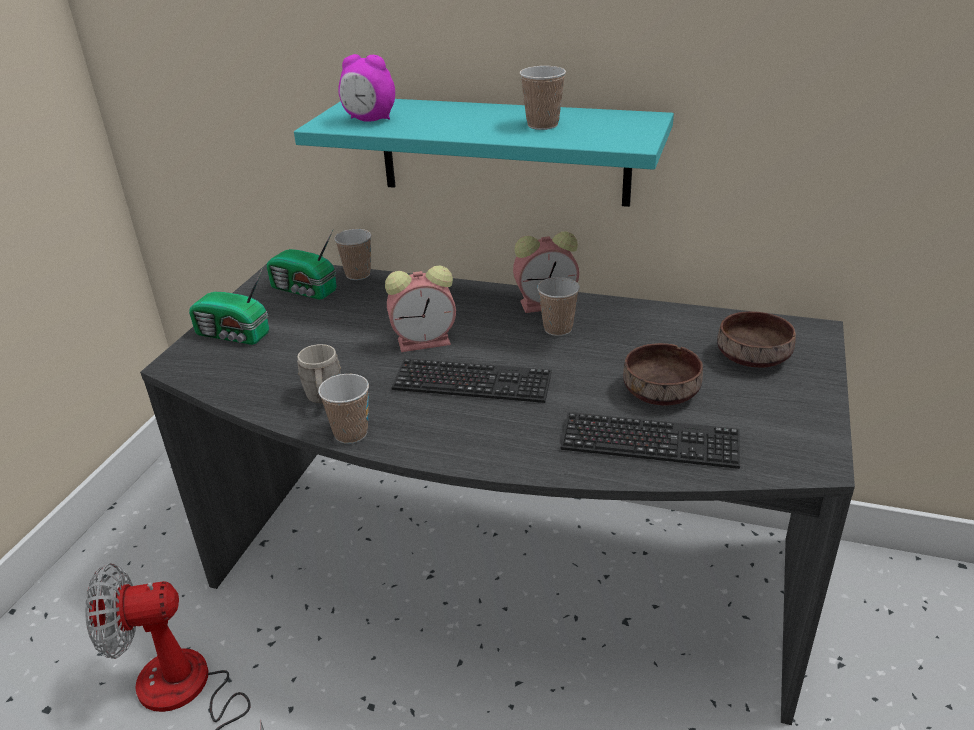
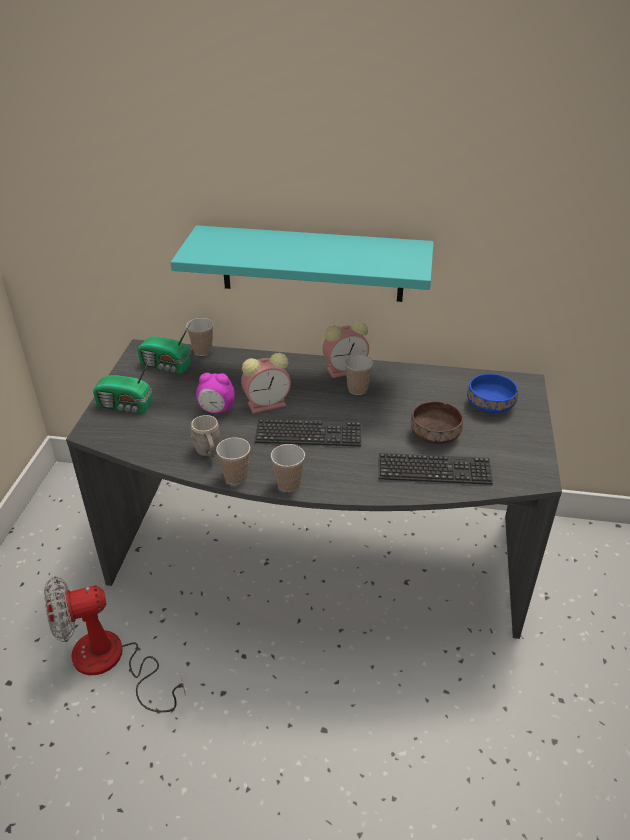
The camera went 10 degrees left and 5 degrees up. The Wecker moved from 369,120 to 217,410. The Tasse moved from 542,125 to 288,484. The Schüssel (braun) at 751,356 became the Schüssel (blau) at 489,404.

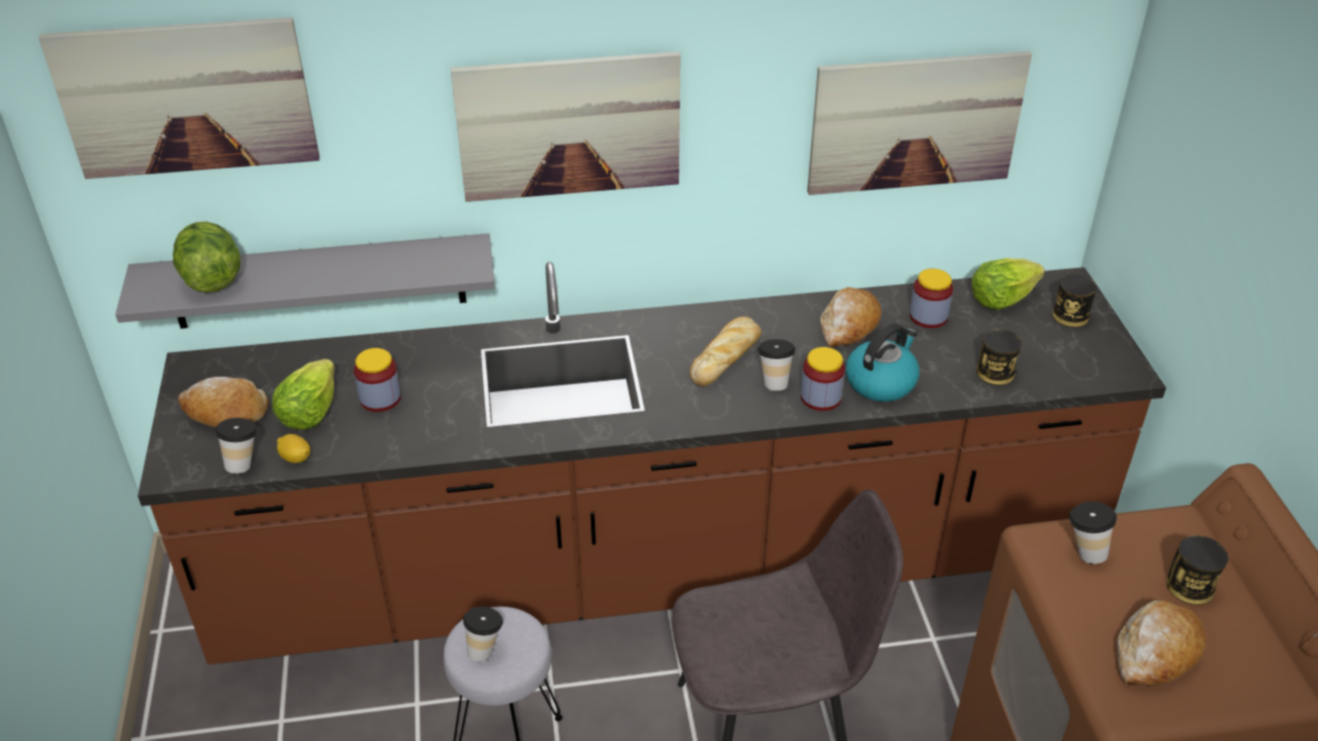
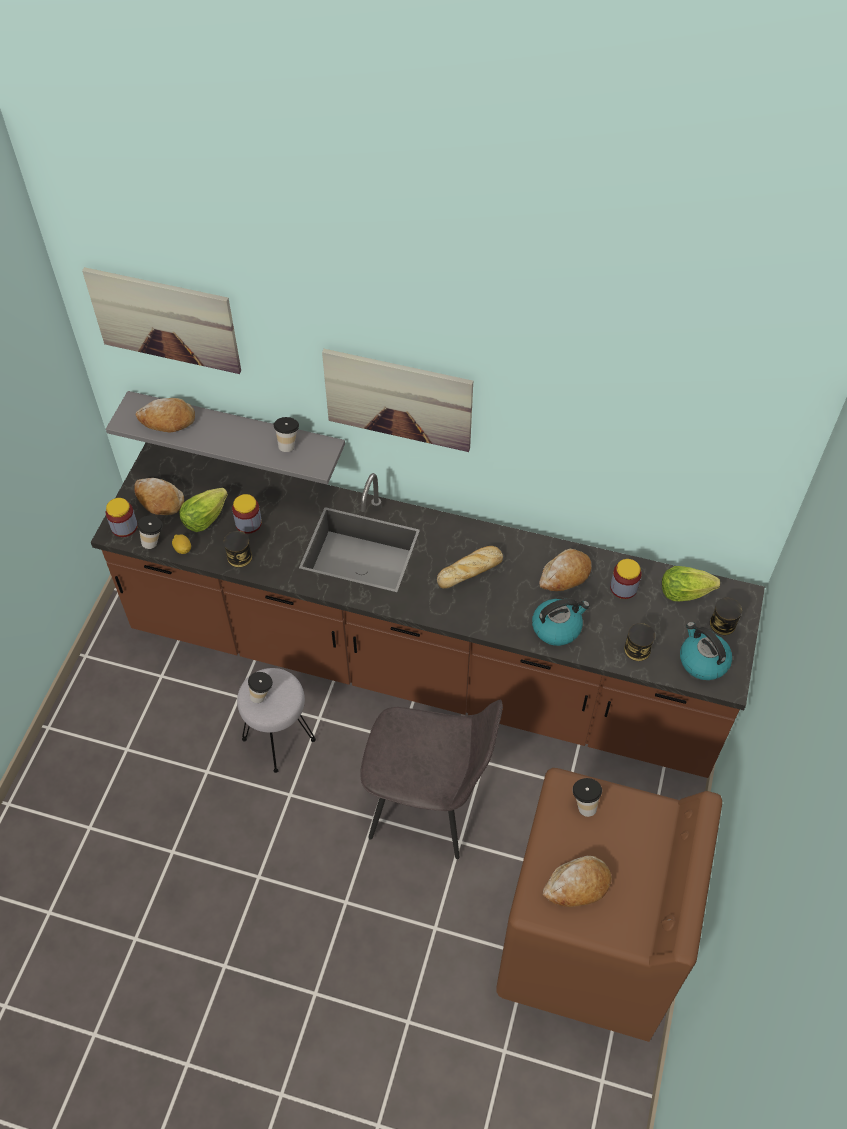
The camera went 25 degrees right and 15 degrees up. The Bild at 915,122 disappeared. The Wasserkessel at 702,661 appeared. The Tasse moved from 774,382 to 288,444. The Vorratsglas moved from 820,397 to 124,526. The Dose moved from 1189,586 to 239,557. The Salatkopf at 212,279 was replaced by the Brot at 167,420.

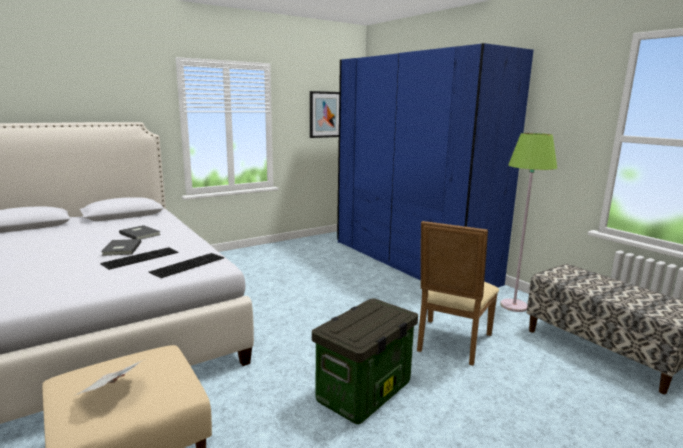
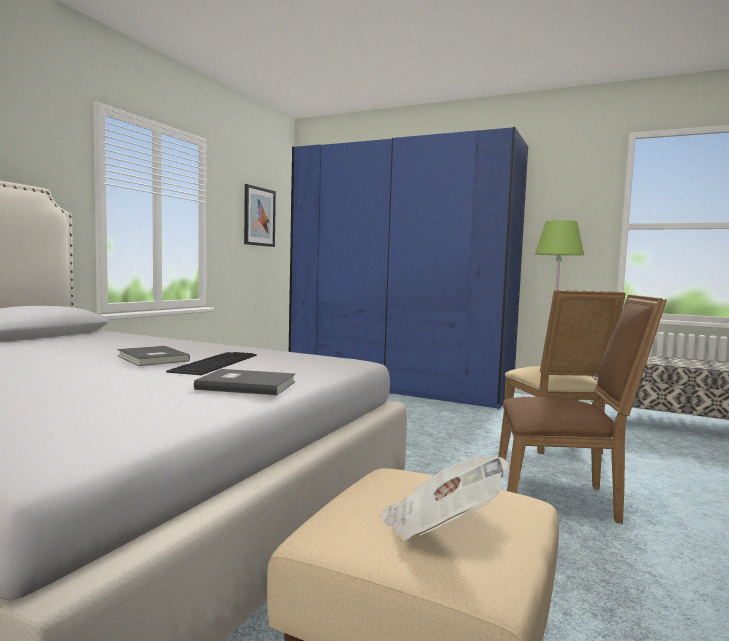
The camera went 30 degrees left and 10 degrees down. The Tastatur at 188,264 disappeared. The Buch (grau) moved from 140,234 to 246,385. The Aufbewahrungsbox at 364,393 was replaced by the Stuhl (braun) at 562,499.

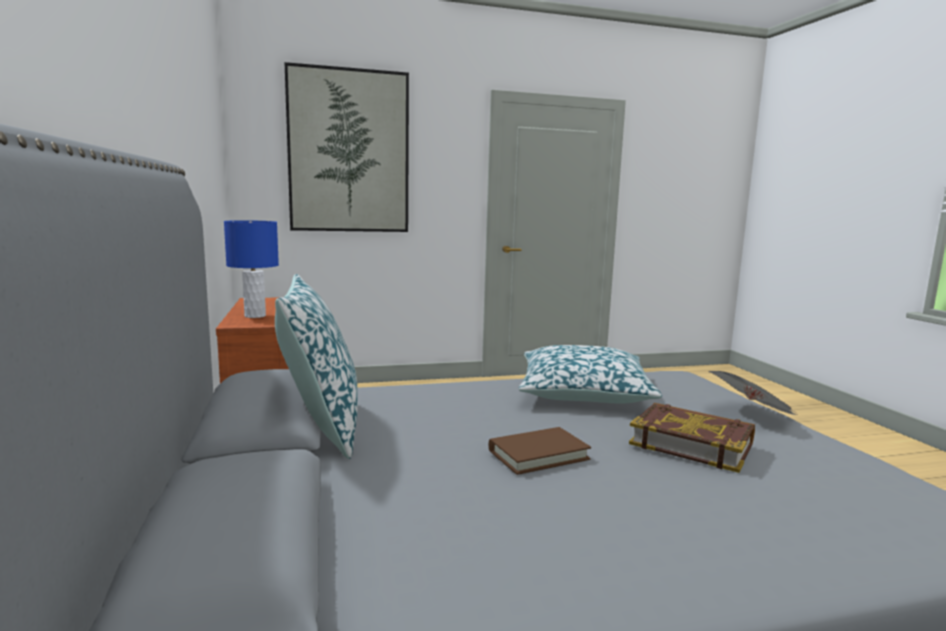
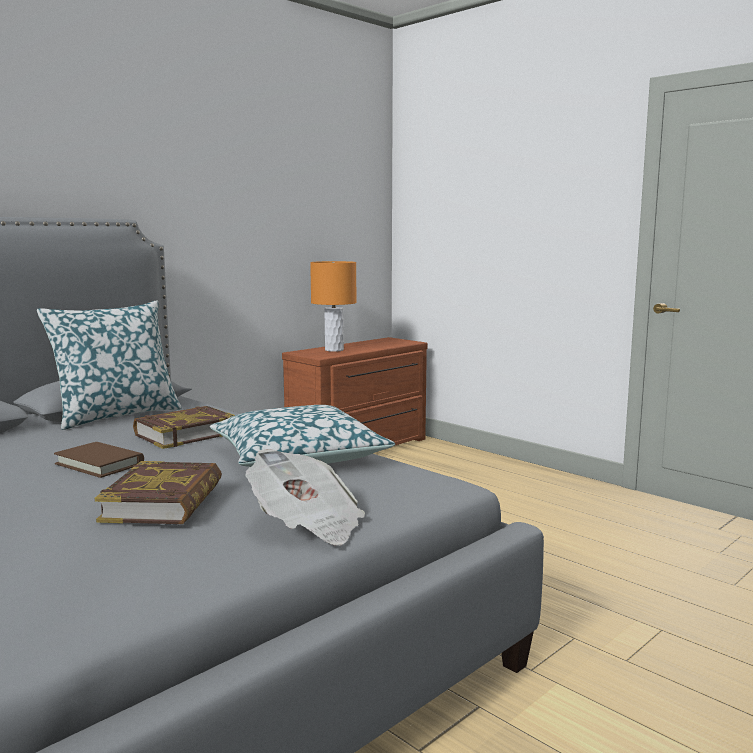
The camera went 60 degrees right and 0 degrees up. The Bild at 349,151 disappeared. The Buch at 185,434 appeared. The Tischlampe (blau) at 254,316 became the Tischlampe (orange) at 334,350.

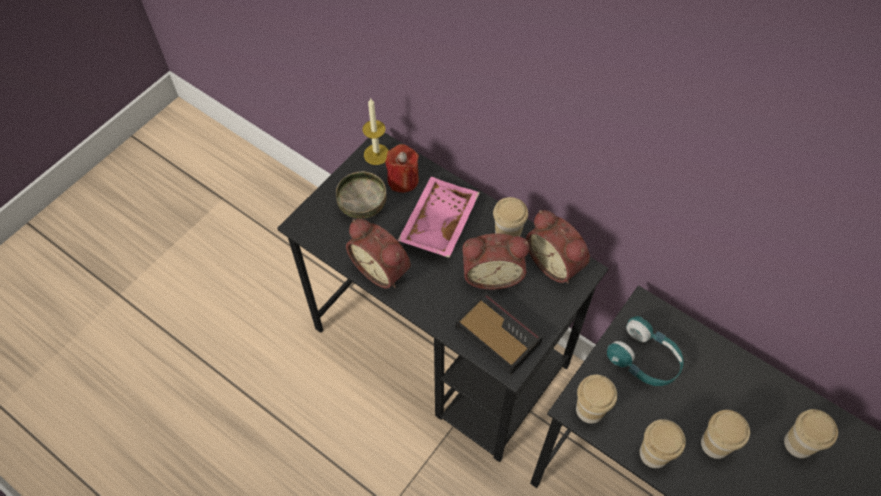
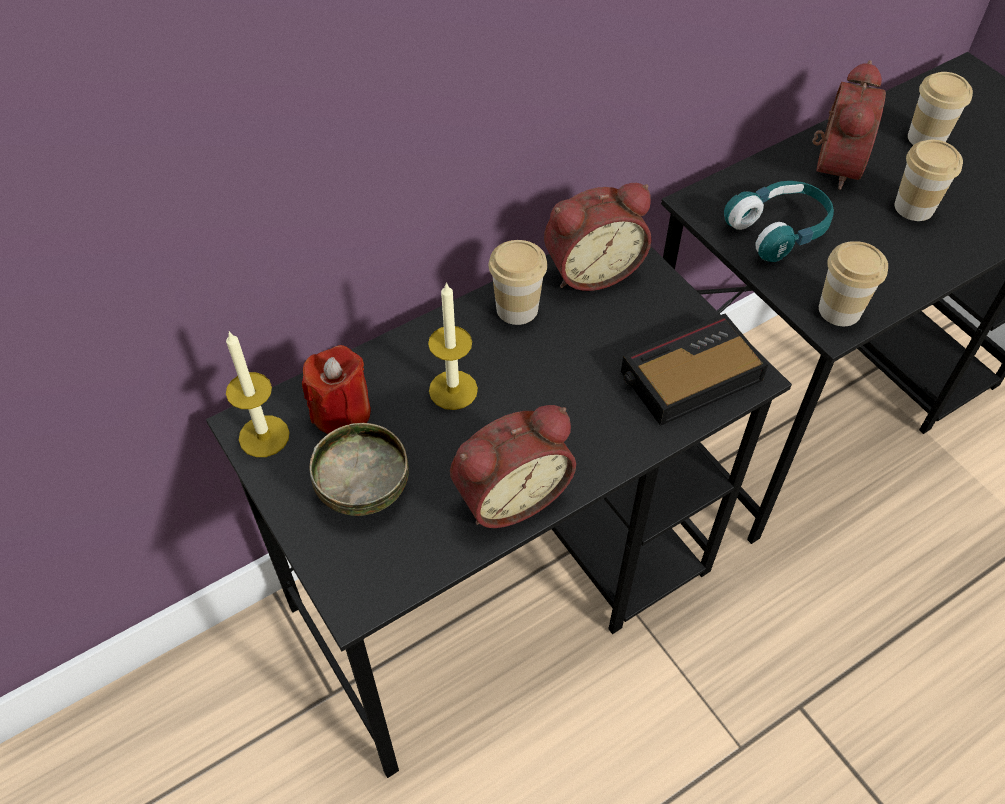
The camera went 70 degrees left and 5 degrees down. The Tasse at 654,453 disappeared. The Wecker moved from 492,273 to 832,164. The Tablett (rosa) at 437,222 was replaced by the Kerze at 453,390.

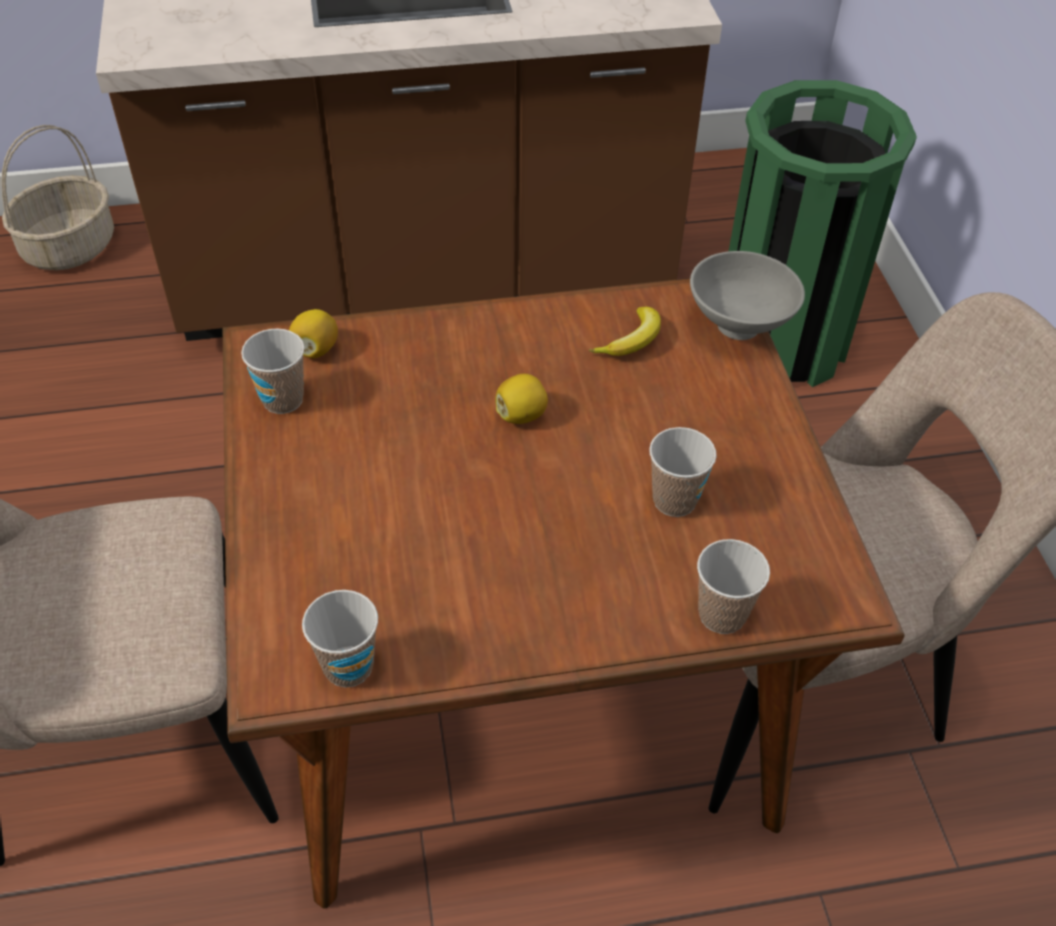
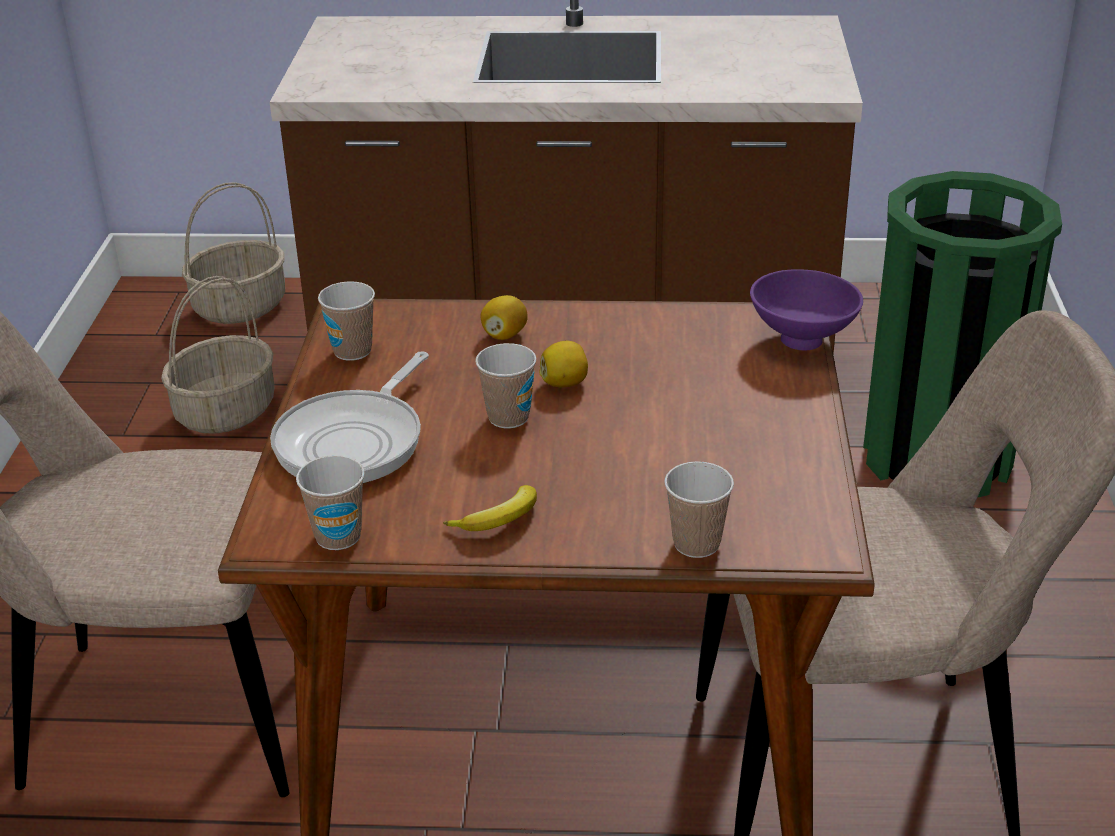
The camera went 15 degrees right and 15 degrees down. The Korb at 226,411 appeared. The Pfanne at 355,441 appeared. The Zitrone moved from 316,349 to 504,335. The Banane moved from 632,340 to 499,520. The Tasse moved from 674,500 to 508,417. The Schüssel (grau) at 737,324 became the Schüssel (lila) at 801,338.

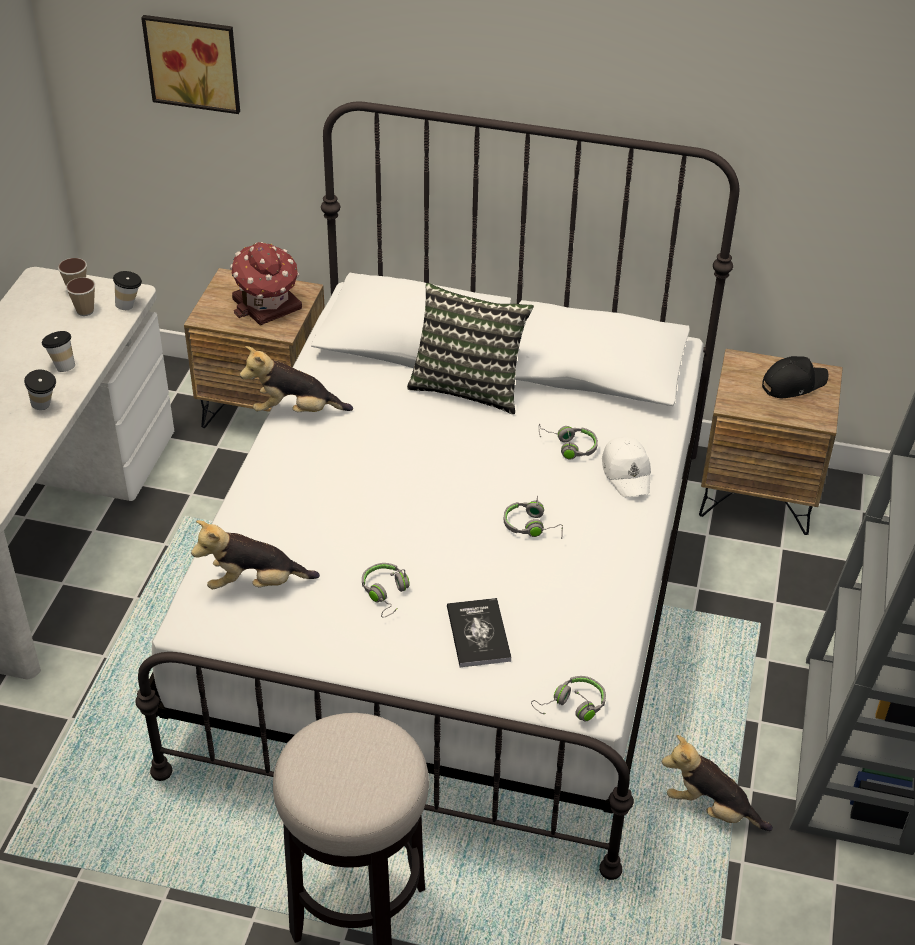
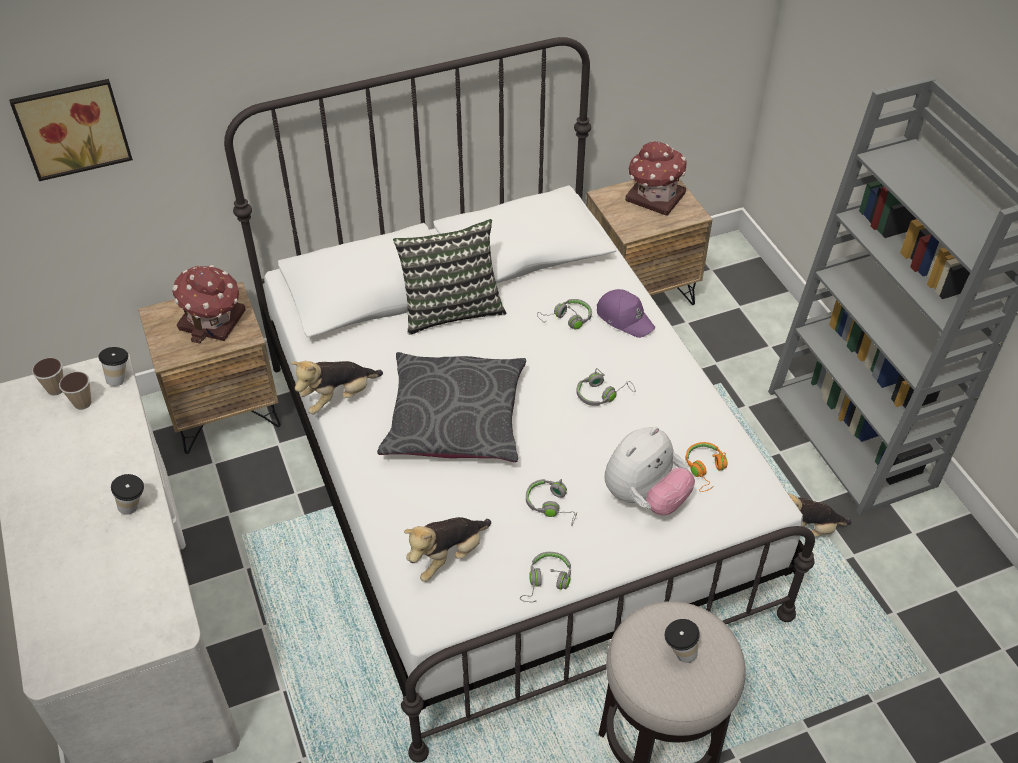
The camera went 35 degrees left and 5 degrees up. The Kissen (grau) at 455,418 appeared. The Kopfhörer (orange) at 705,470 appeared. The Tasse moved from 62,366 to 679,654. The Kopfhörer (grau) moved from 572,706 to 546,582. The Buch at 478,634 was replaced by the Plüschtier at 645,497. The Kappe (schwarz) at 793,383 was replaced by the Spielzeughaus at 654,197. The Kappe (weiß) at 627,473 became the Kappe (lila) at 625,318.

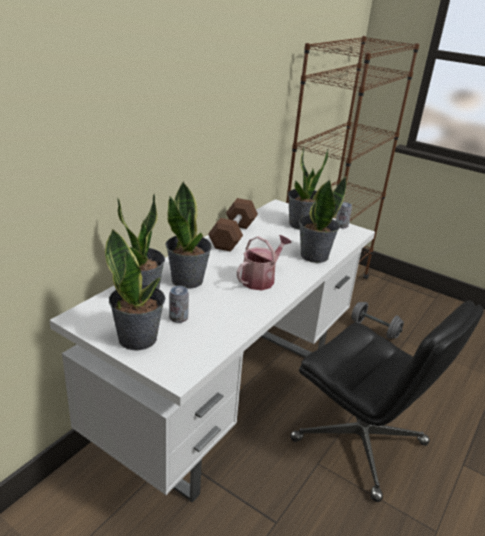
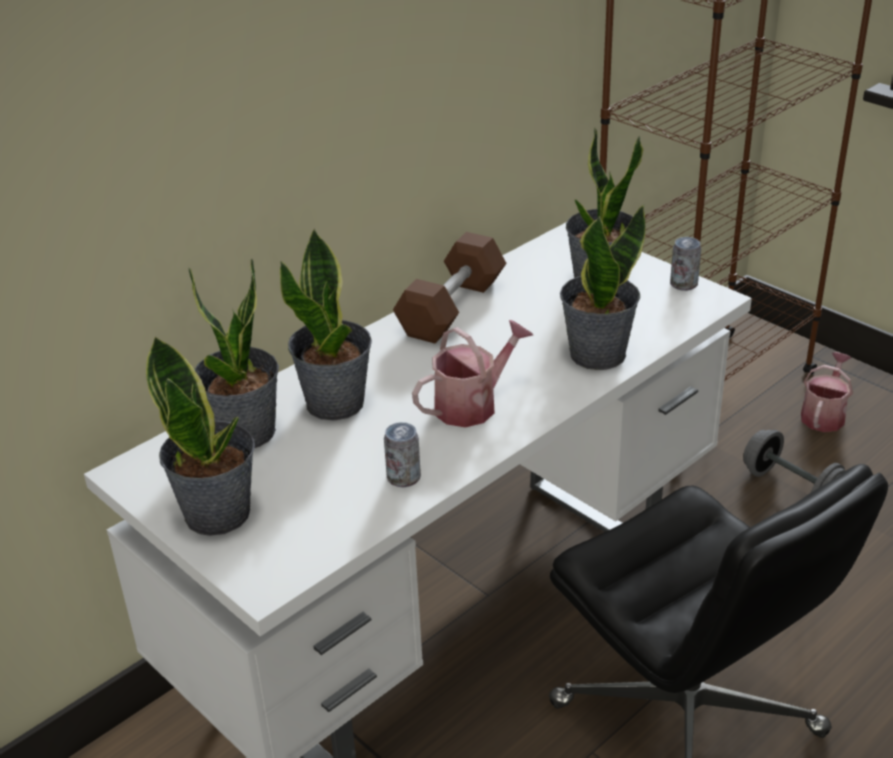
The camera went 15 degrees right and 5 degrees up. The Gießkanne at 824,415 appeared. The Dose moved from 178,318 to 403,478.

